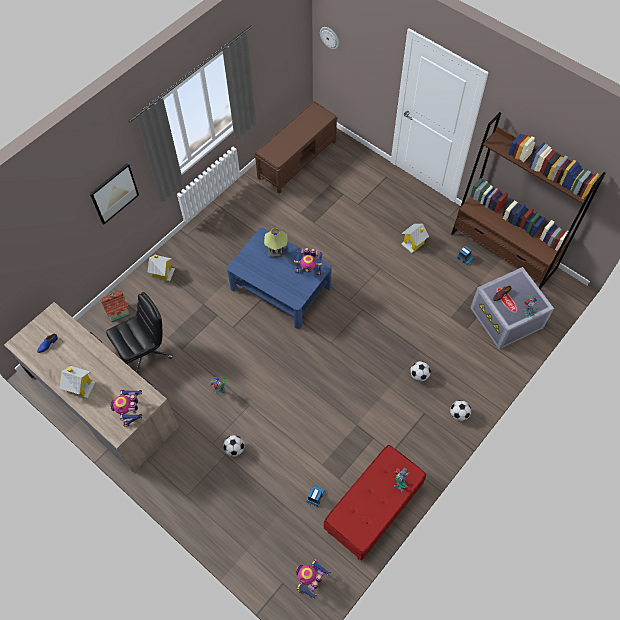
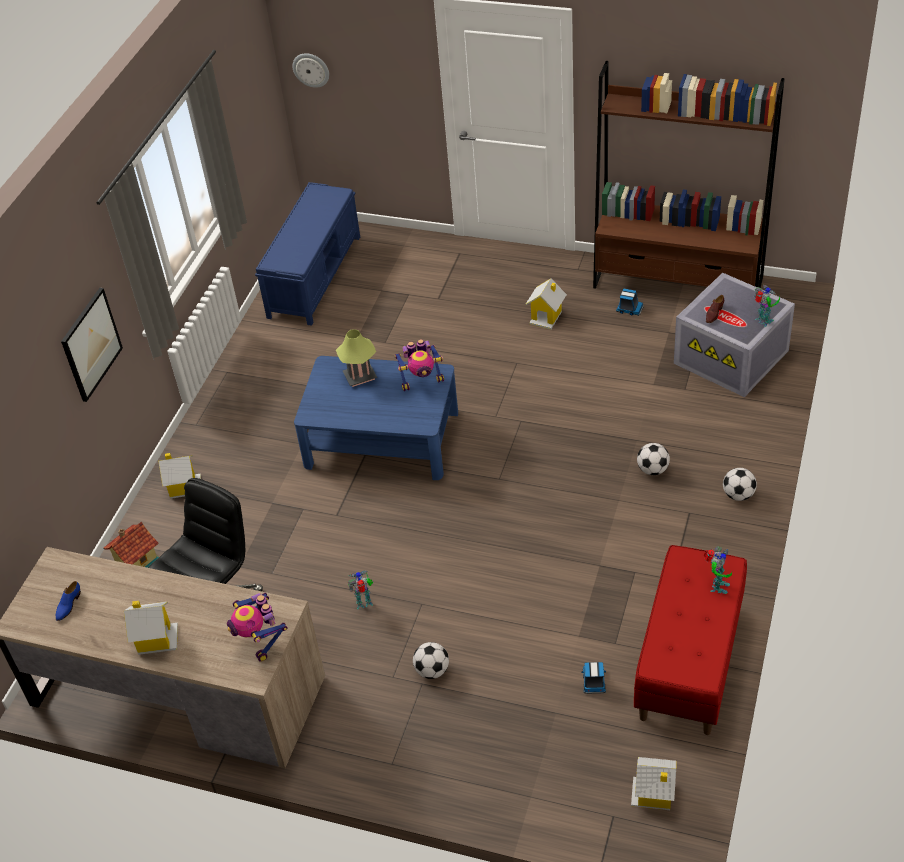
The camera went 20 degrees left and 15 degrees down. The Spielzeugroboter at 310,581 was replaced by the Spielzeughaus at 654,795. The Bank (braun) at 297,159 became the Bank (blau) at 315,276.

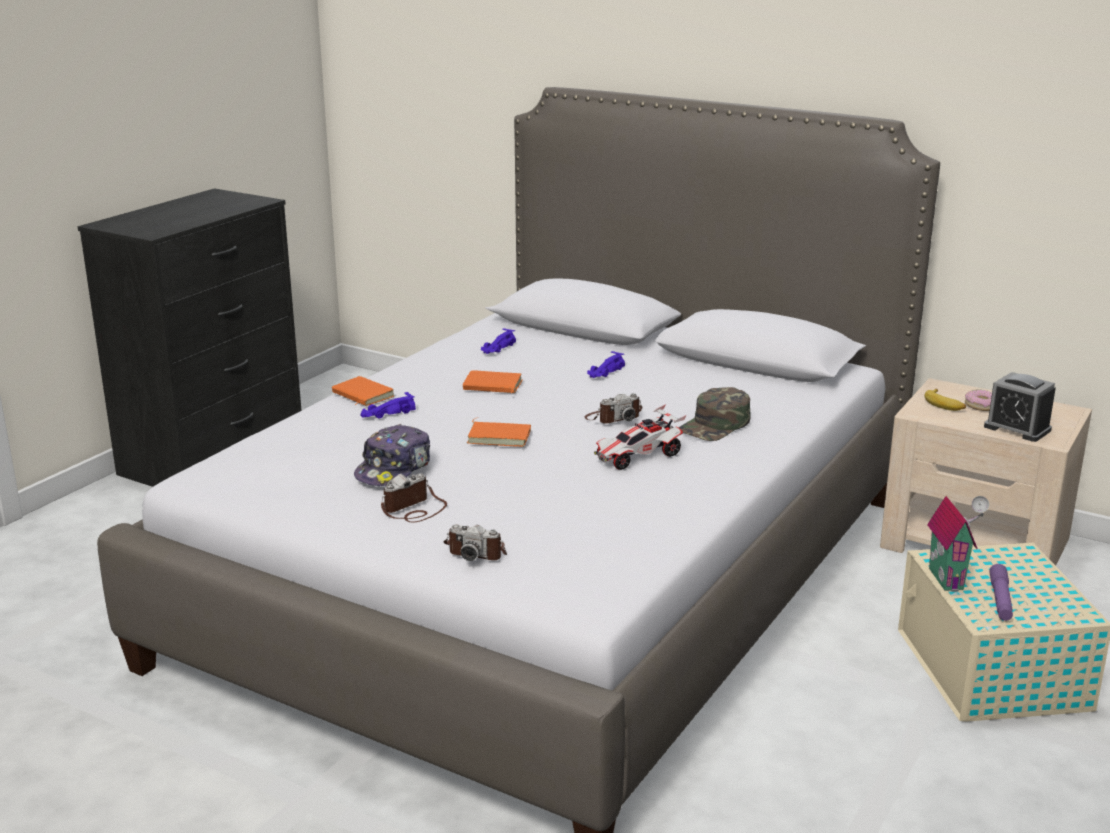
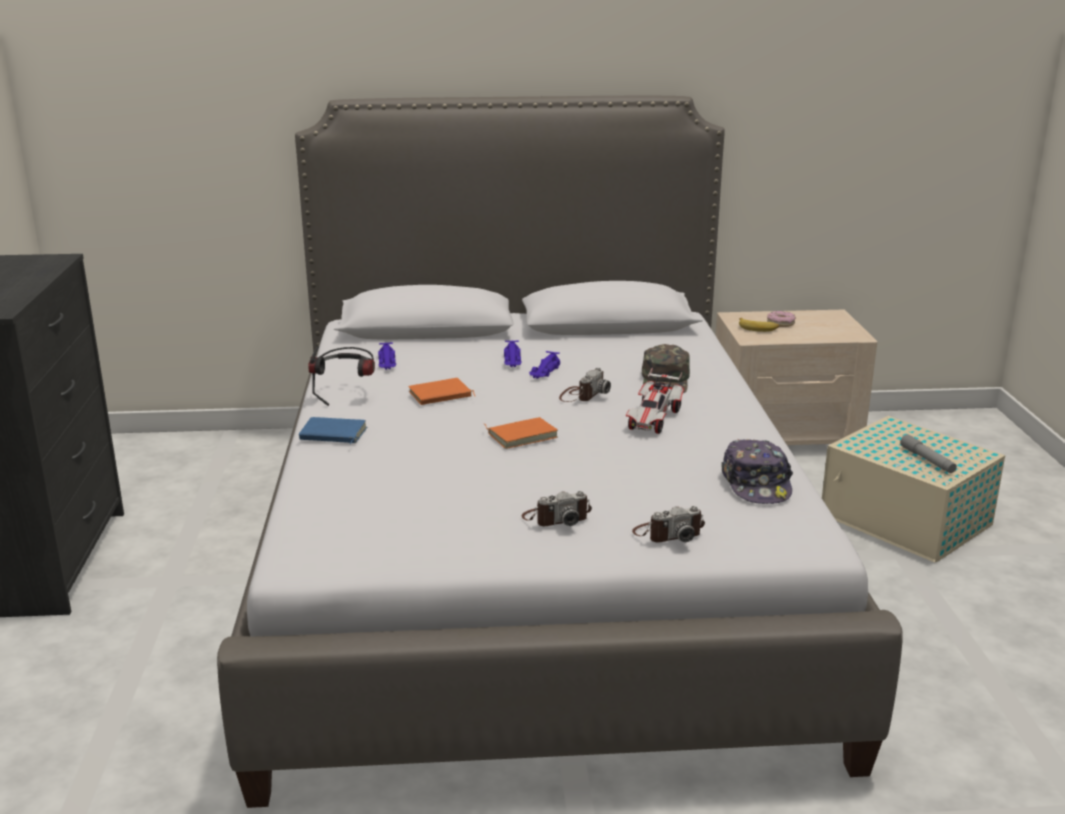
The camera went 35 degrees left and 0 degrees up. The Spielzeughaus at 949,579 disappeared. The Wecker at 1017,428 disappeared. The Kopfhörer at 347,395 appeared. The Kappe moved from 394,469 to 756,484. The Spielzeugauto (lila) moved from 387,414 to 544,372. The Buch (orange) at 361,395 became the Buch (blau) at 332,435. The Taschenlampe (lila) at 1000,599 became the Taschenlampe (grau) at 927,460. The Kamera at 414,509 turned 120 degrees counterclockwise.

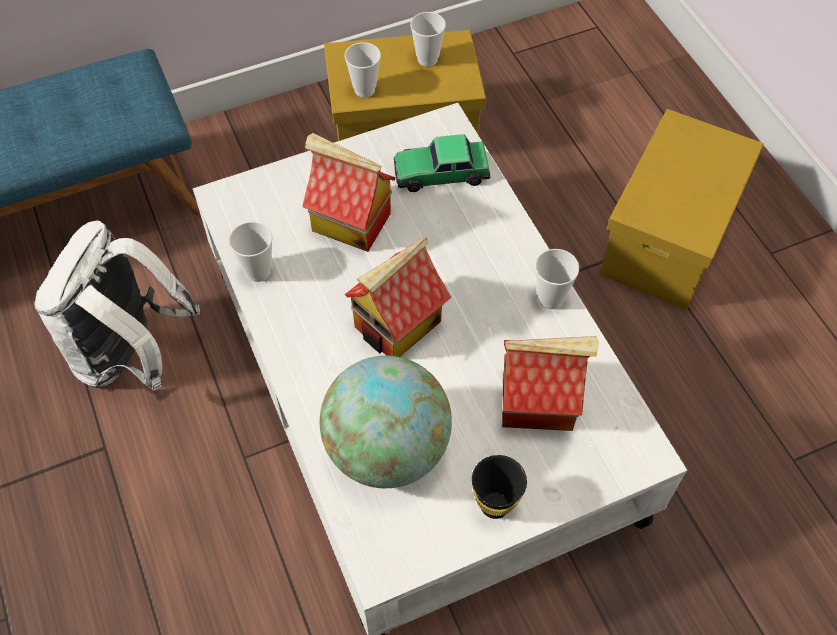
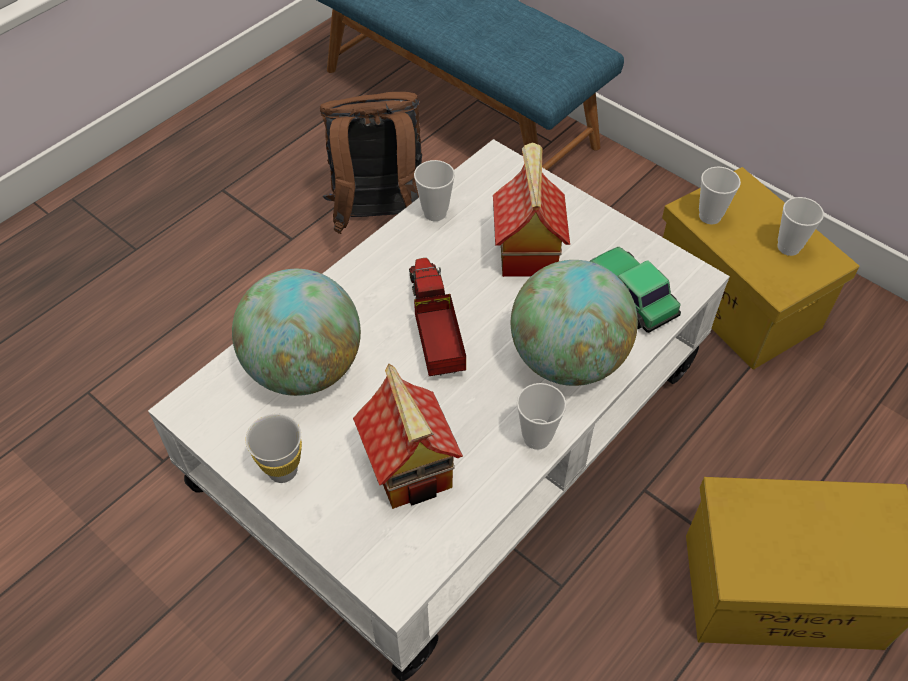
The camera went 65 degrees right and 5 degrees down. The Globus at 568,359 appeared. The Spielzeughaus at 397,326 was replaced by the Spielzeuglaster at 434,328. The Rucksack (weiß) at 132,356 became the Rucksack (braun) at 378,218. The Tasse (schwarz) at 494,505 became the Tasse (weiß) at 283,470.

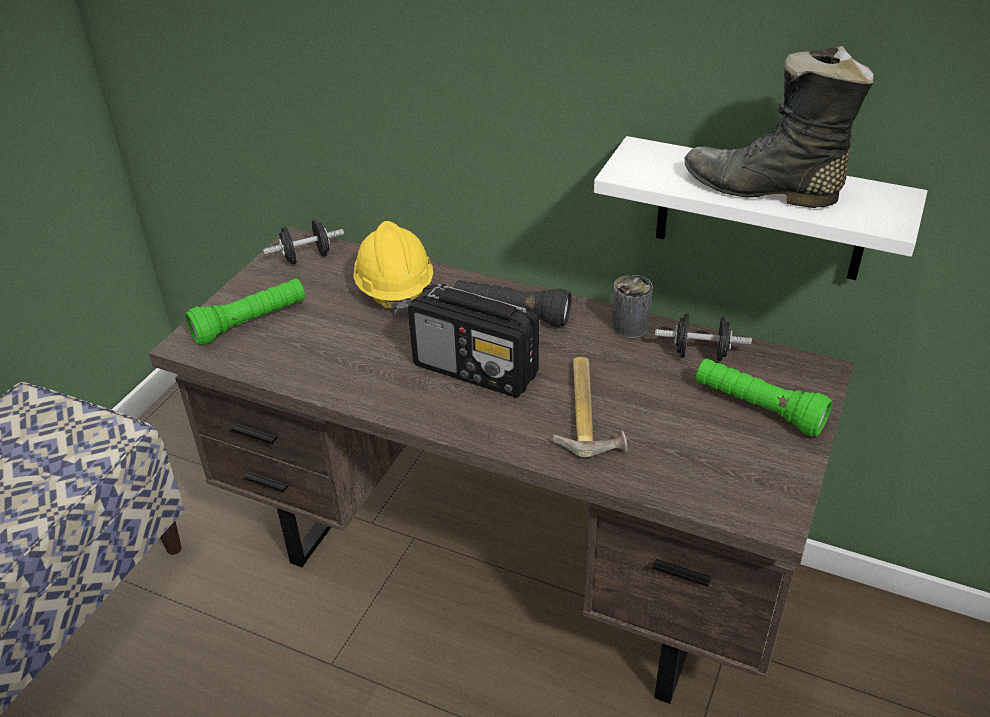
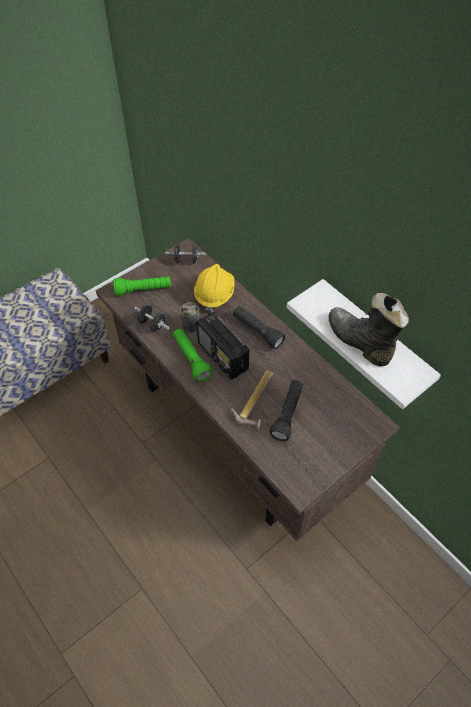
The camera went 25 degrees right and 15 degrees up. The Taschenlampe (schwarz) at 287,414 appeared. The Dose moved from 629,326 to 191,325. The Hantel (schwarz) moved from 700,354 to 152,324. The Taschenlampe (grün) moved from 757,409 to 191,359.

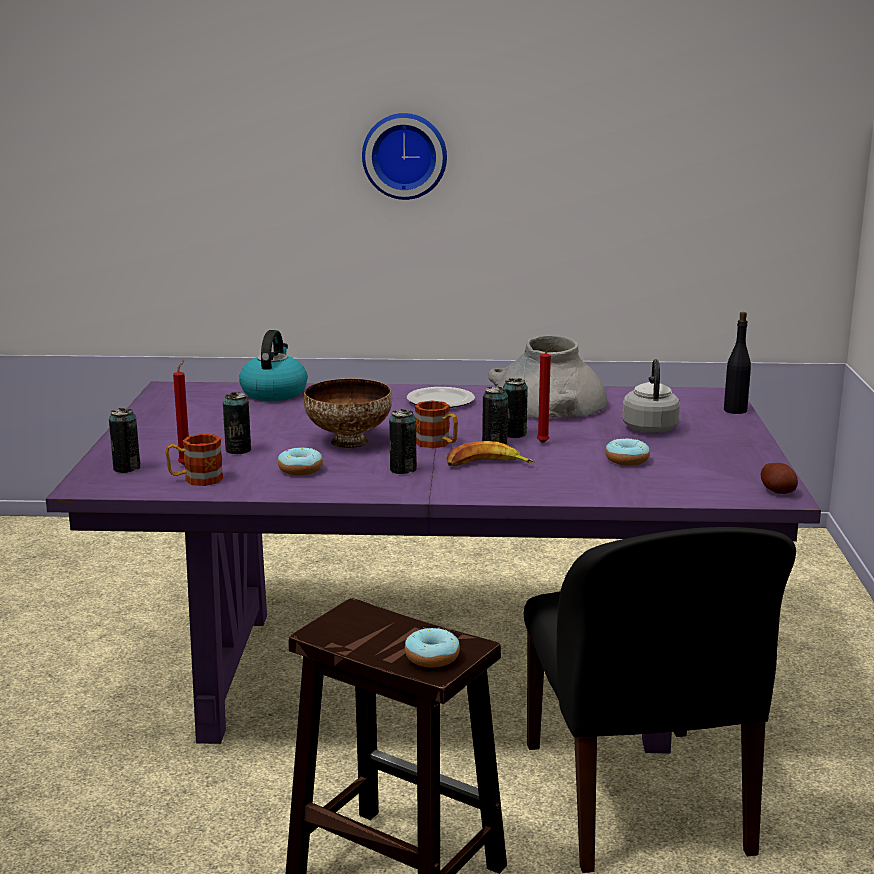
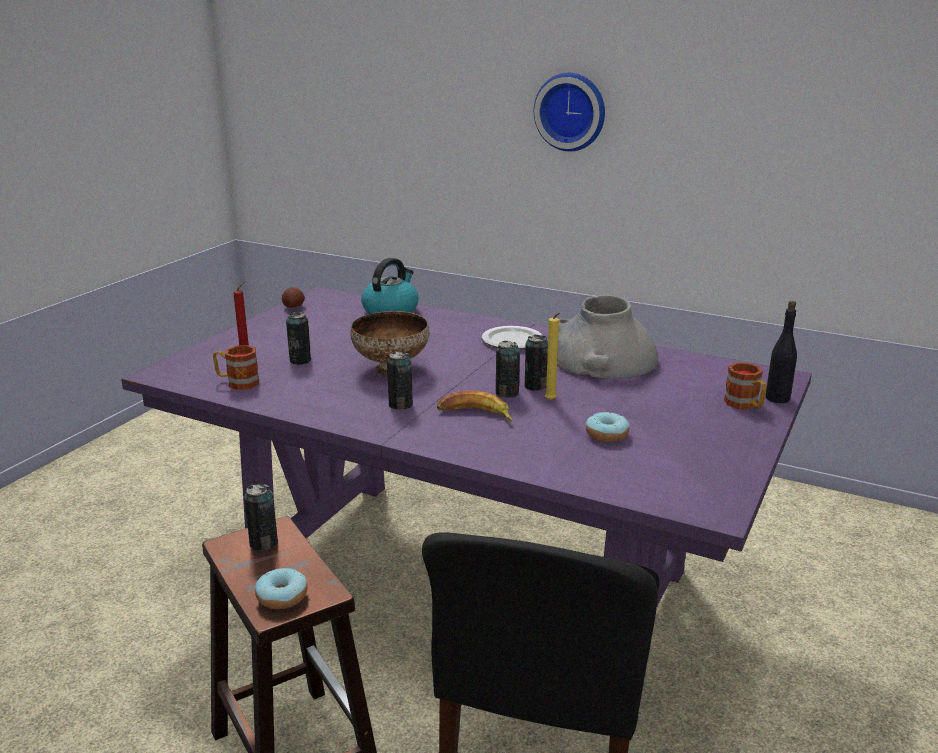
The camera went 25 degrees right and 5 degrees up. The Donut at 300,470 disappeared. The Wasserkessel (grau) at 650,427 disappeared. The Dose moved from 126,468 to 264,543. The Henkelbecher moved from 438,444 to 745,405. The Kartoffel moved from 778,491 to 294,306. The Kerze (rot) at 544,443 became the Kerze (gelb) at 551,401.

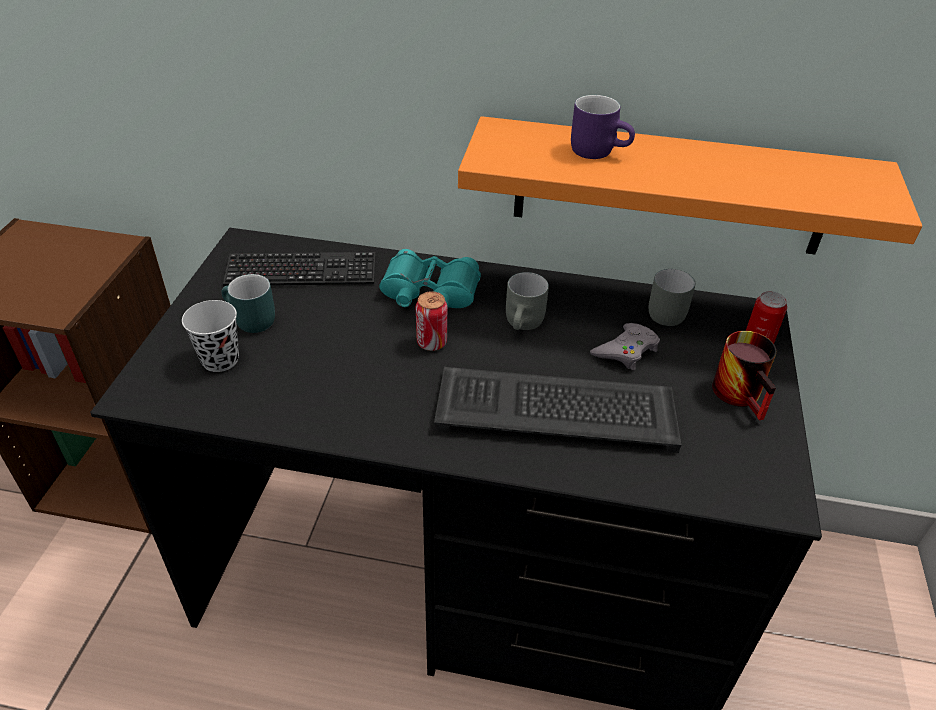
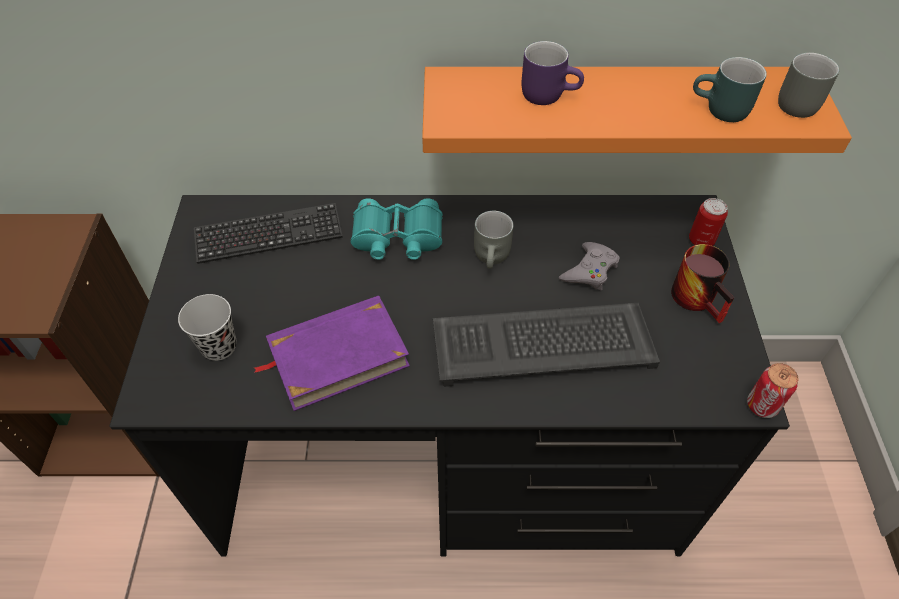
The camera went 10 degrees left and 10 degrees up. The Buch (lila) at 337,356 appeared. The Henkelbecher (türkis) moved from 248,321 to 720,111. The Dose moved from 431,343 to 762,405. The Henkelbecher (grau) moved from 664,311 to 793,101.

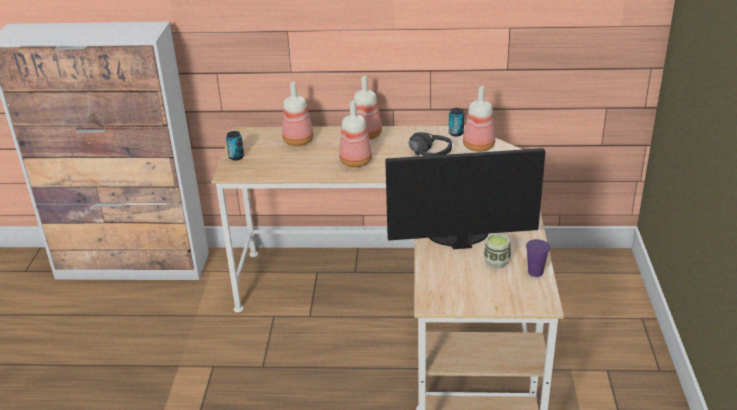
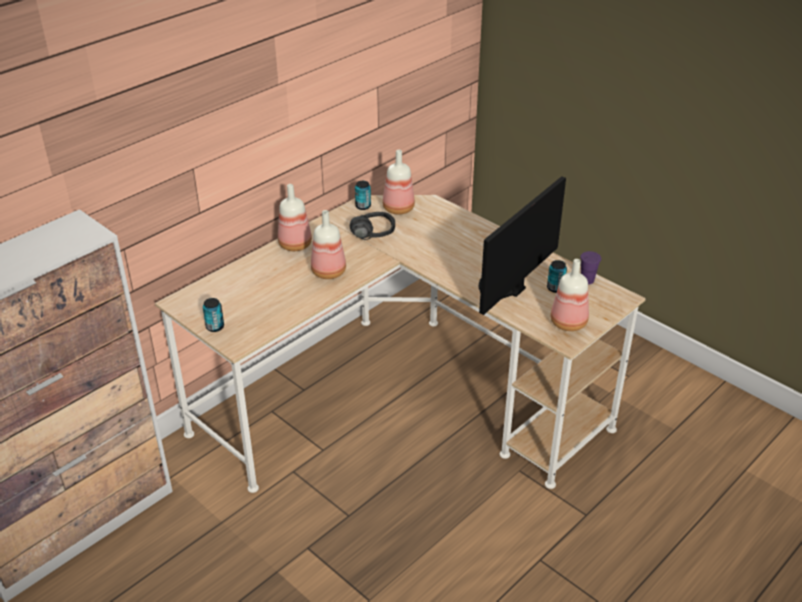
The camera went 50 degrees left and 5 degrees up. The Flasche moved from 299,141 to 568,322. The Tasse at 496,262 was replaced by the Dose at 555,288.

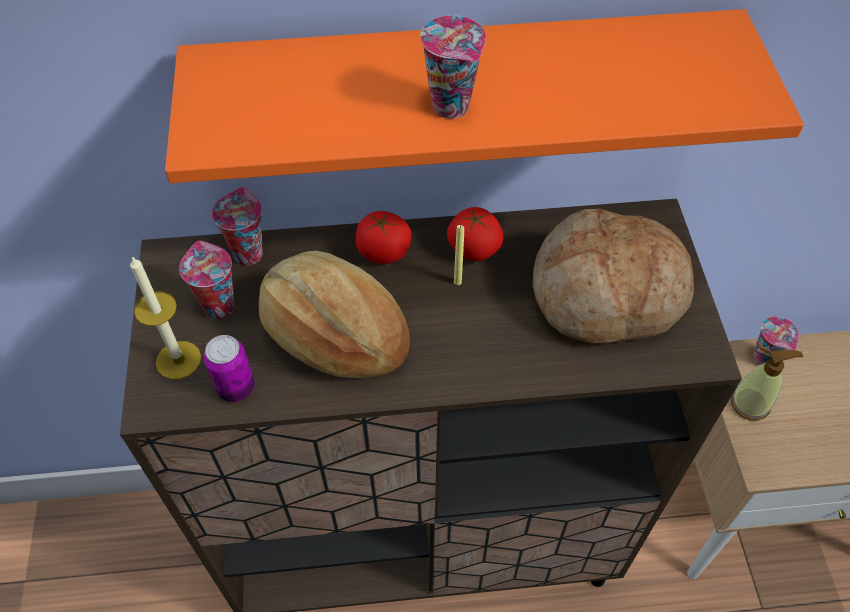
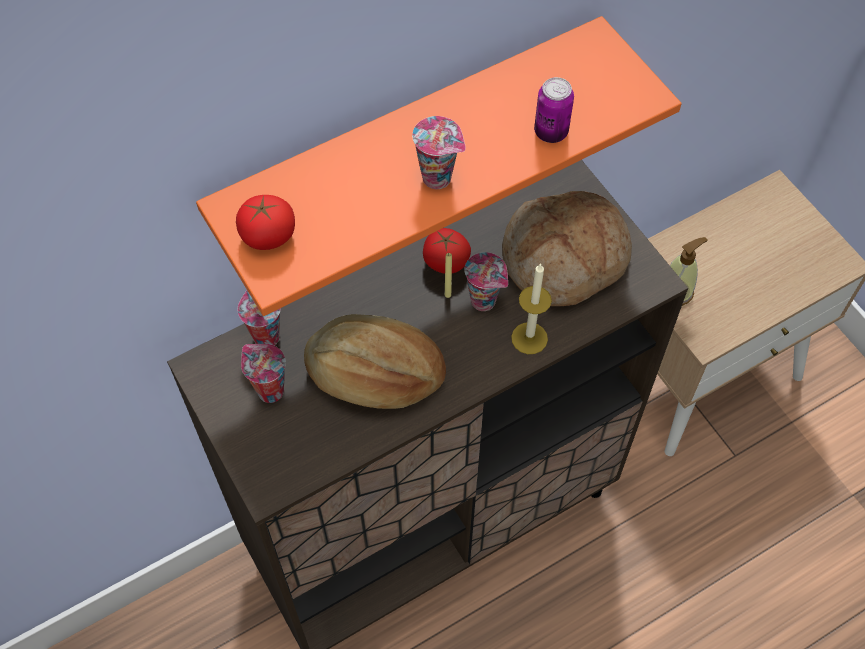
The camera went 25 degrees left and 5 degrees up. The Kerze moved from 178,360 to 529,338. The Dose moved from 236,388 to 551,132. The Tomate moved from 384,252 to 268,236. The Tasse moved from 765,359 to 485,301.

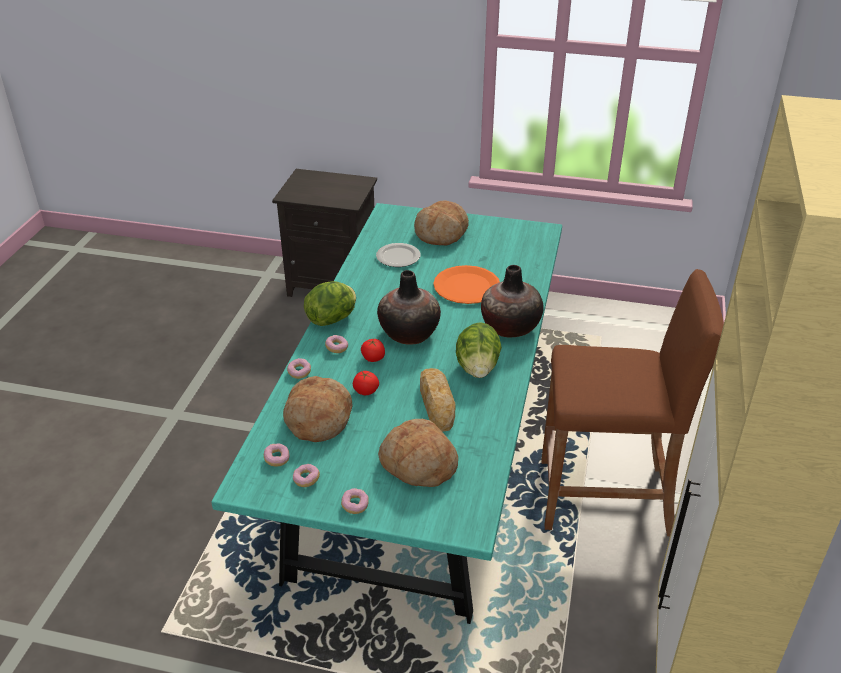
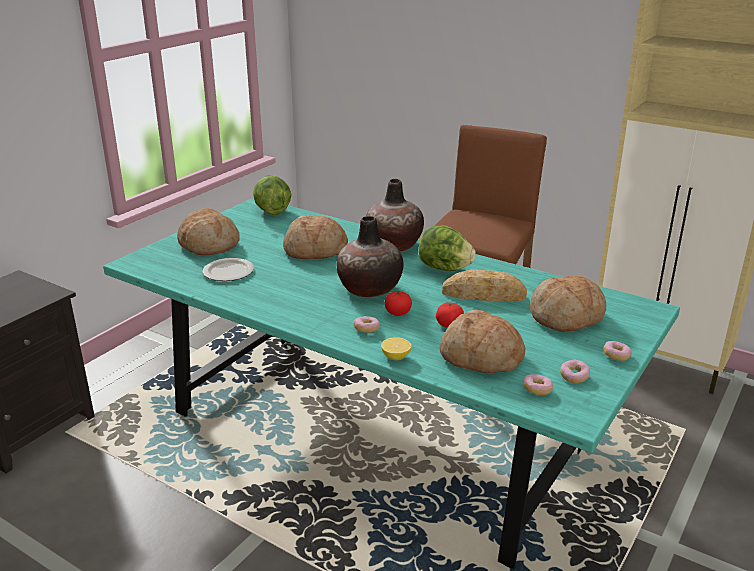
The camera went 70 degrees left and 10 degrees down. The Salatkopf moved from 332,319 to 272,211. The Donut at 299,372 was replaced by the Zitrone at 396,357. The Teller (orange) at 466,286 was replaced by the Brot at 315,250.

